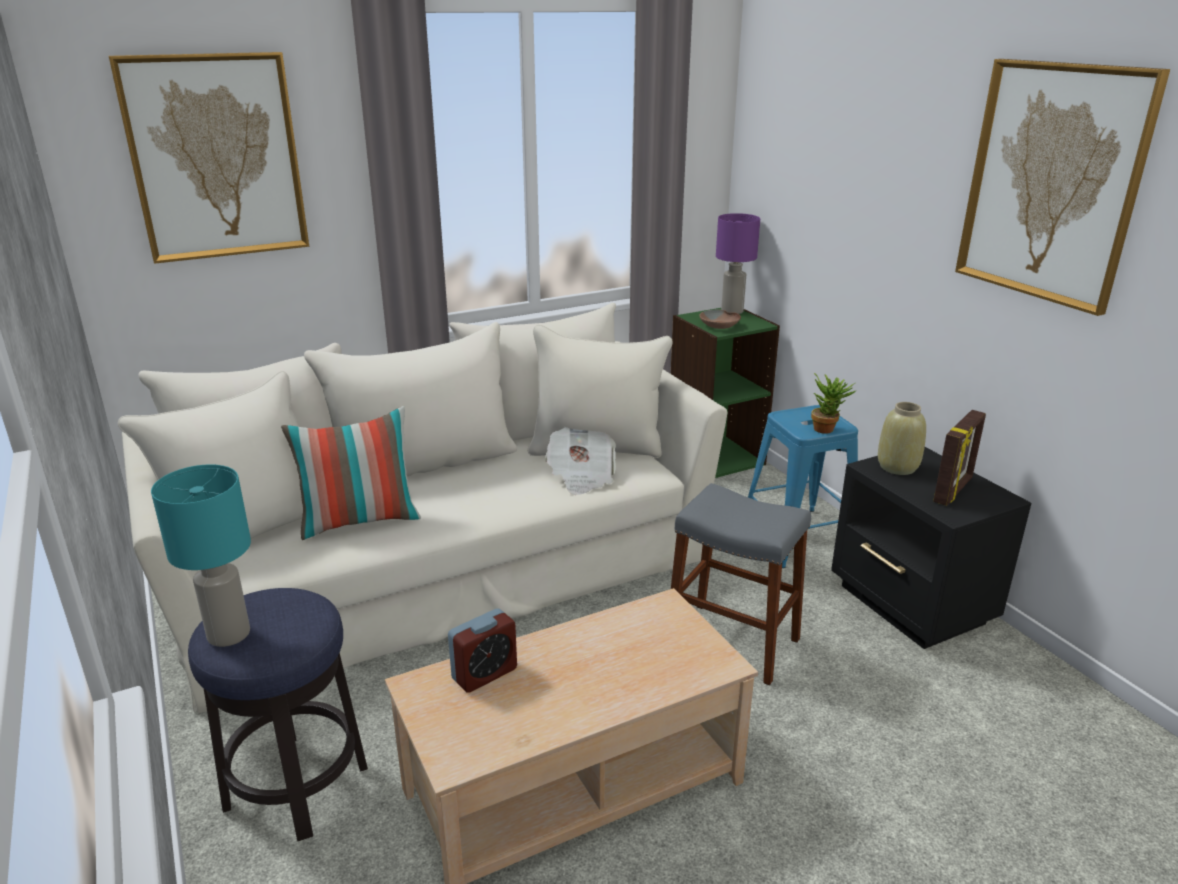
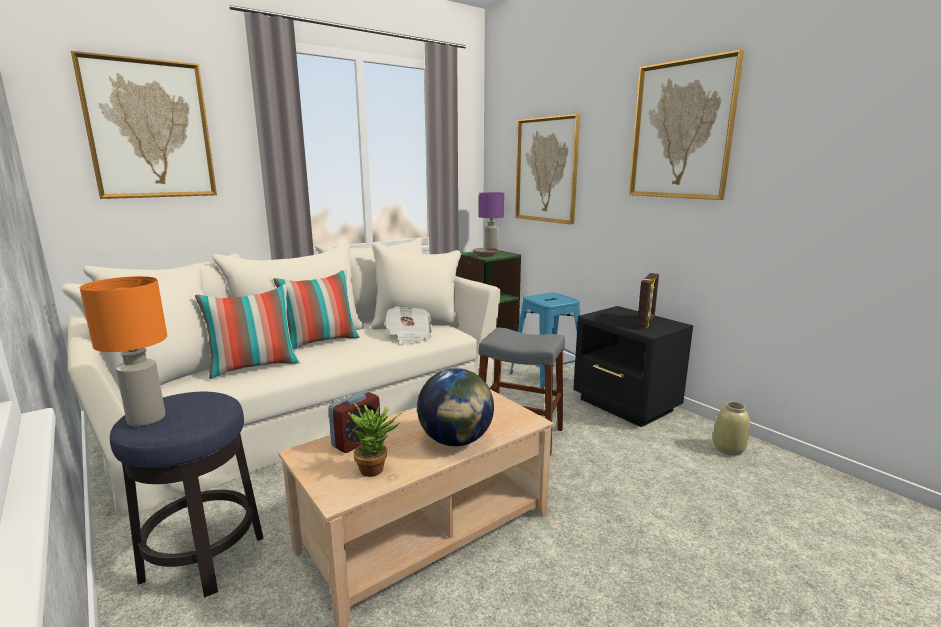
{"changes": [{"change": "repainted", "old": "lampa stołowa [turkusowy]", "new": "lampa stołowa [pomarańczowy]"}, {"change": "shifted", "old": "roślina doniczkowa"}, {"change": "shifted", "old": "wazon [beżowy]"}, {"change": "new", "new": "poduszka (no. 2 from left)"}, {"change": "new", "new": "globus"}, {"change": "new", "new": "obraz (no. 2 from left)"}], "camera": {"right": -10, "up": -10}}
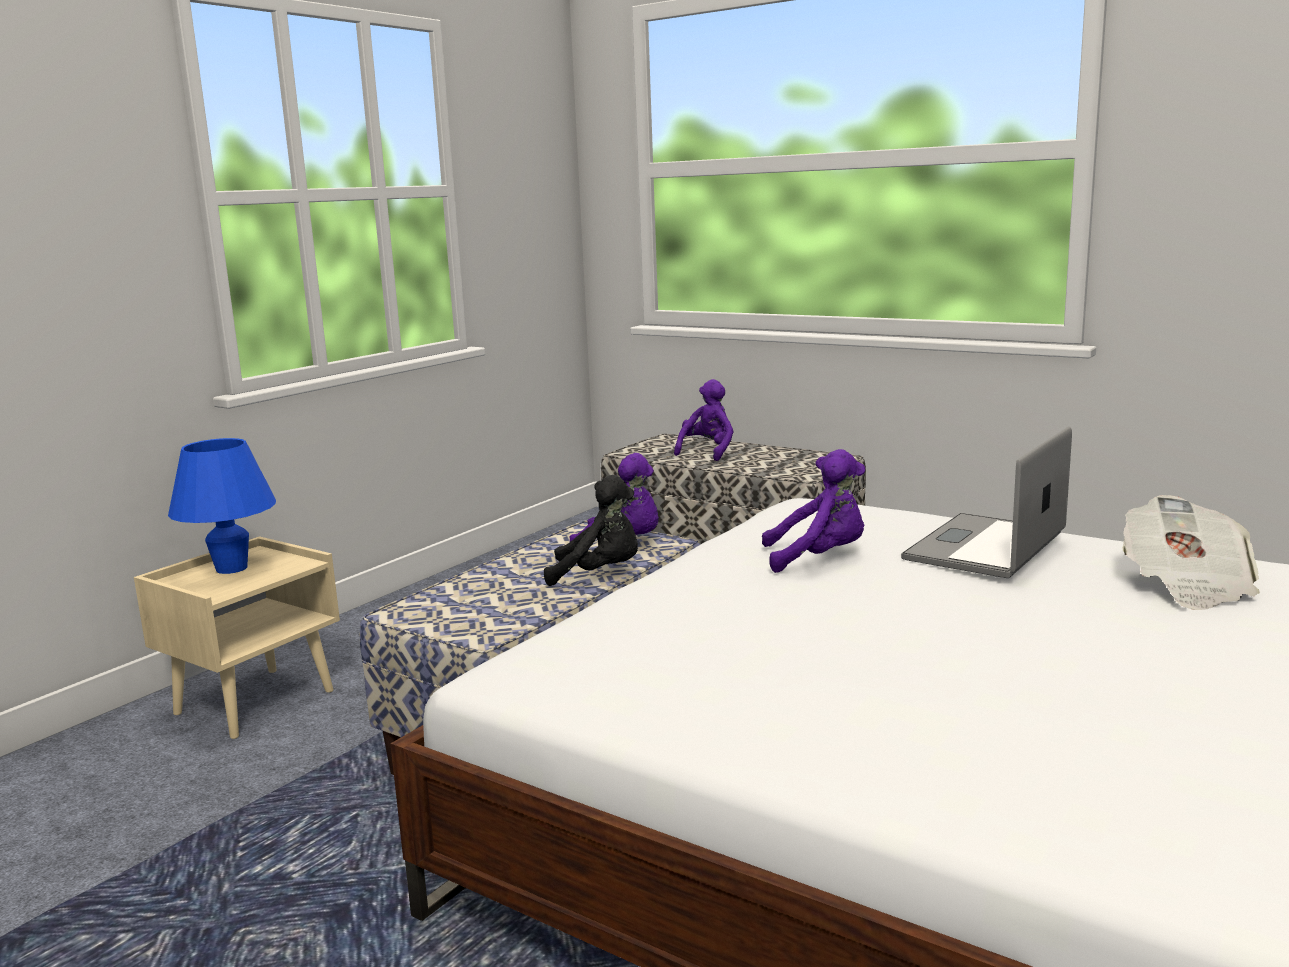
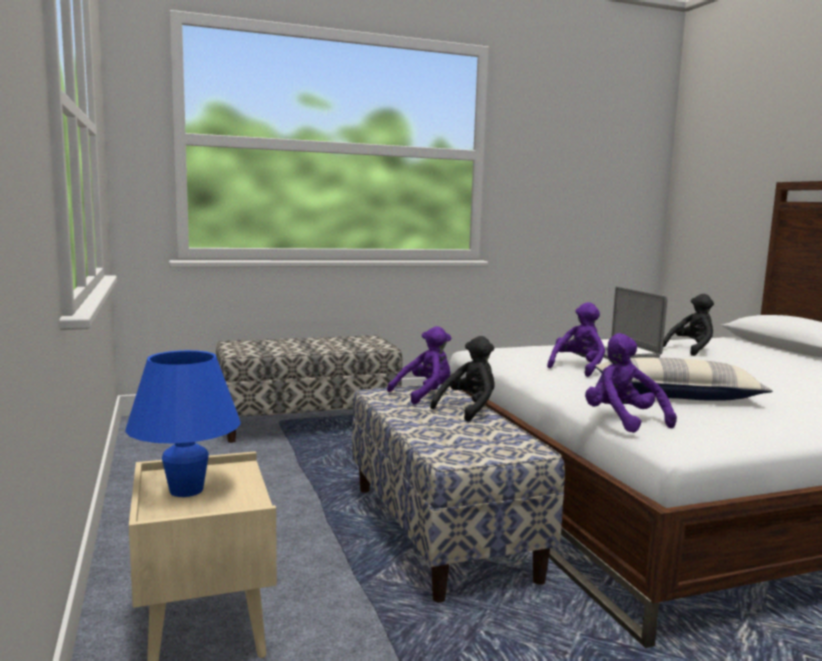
{"changes": [{"change": "shifted", "old": "pluszak [fioletowy] (no. 2 from left in the first image)", "new": "pluszak [fioletowy] (no. 3 from left)"}, {"change": "swapped", "old": "gazeta", "new": "pluszak [czarny] (no. 2 from left)"}, {"change": "new", "new": "poduszka"}], "camera": {"right": -55, "up": -5}}
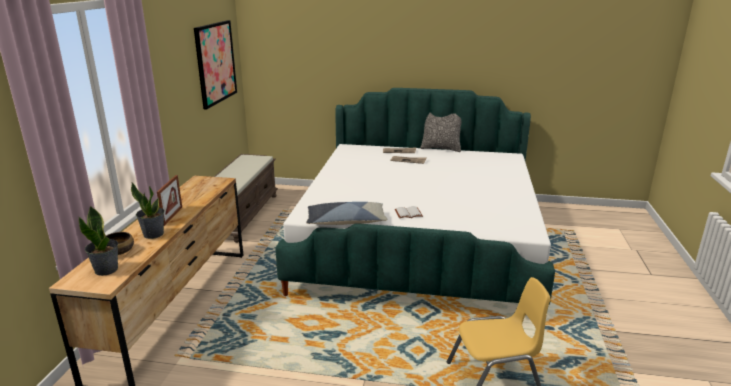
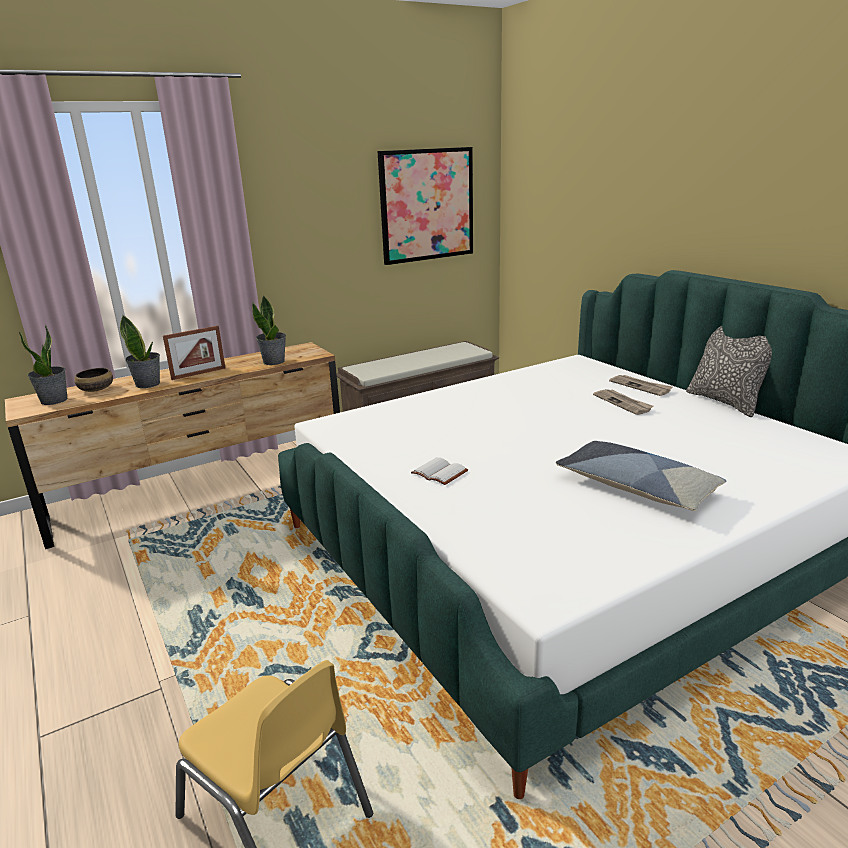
{"changes": [{"change": "shifted", "old": "poduszka (no. 1 from left)"}, {"change": "new", "new": "roślina doniczkowa (no. 3 from left)"}], "camera": {"right": 50, "up": 0}}
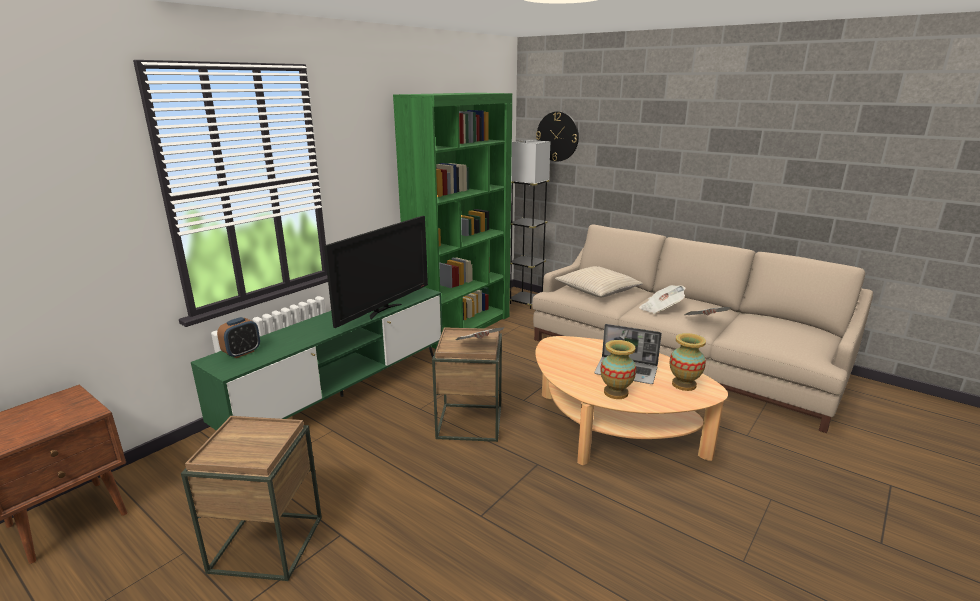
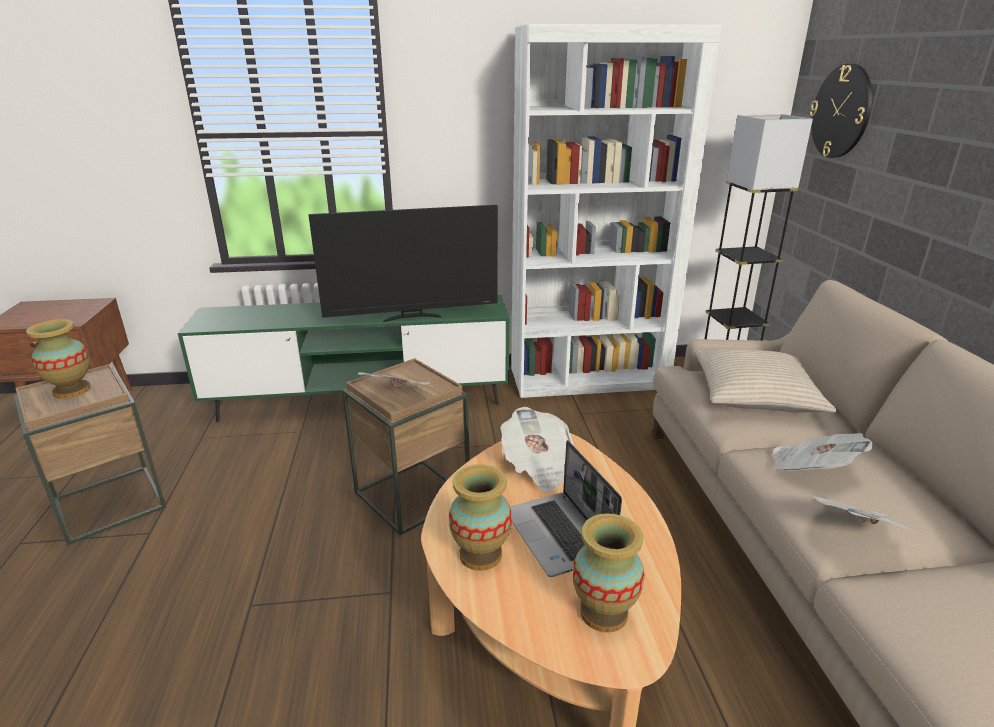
{"changes": [{"change": "gone", "old": "budzik"}, {"change": "repainted", "old": "regał [zielony]", "new": "regał [biały]"}, {"change": "new", "new": "wazon (no. 1 from left)"}, {"change": "new", "new": "gazeta (no. 2 from left)"}], "camera": {"right": 45, "up": 5}}
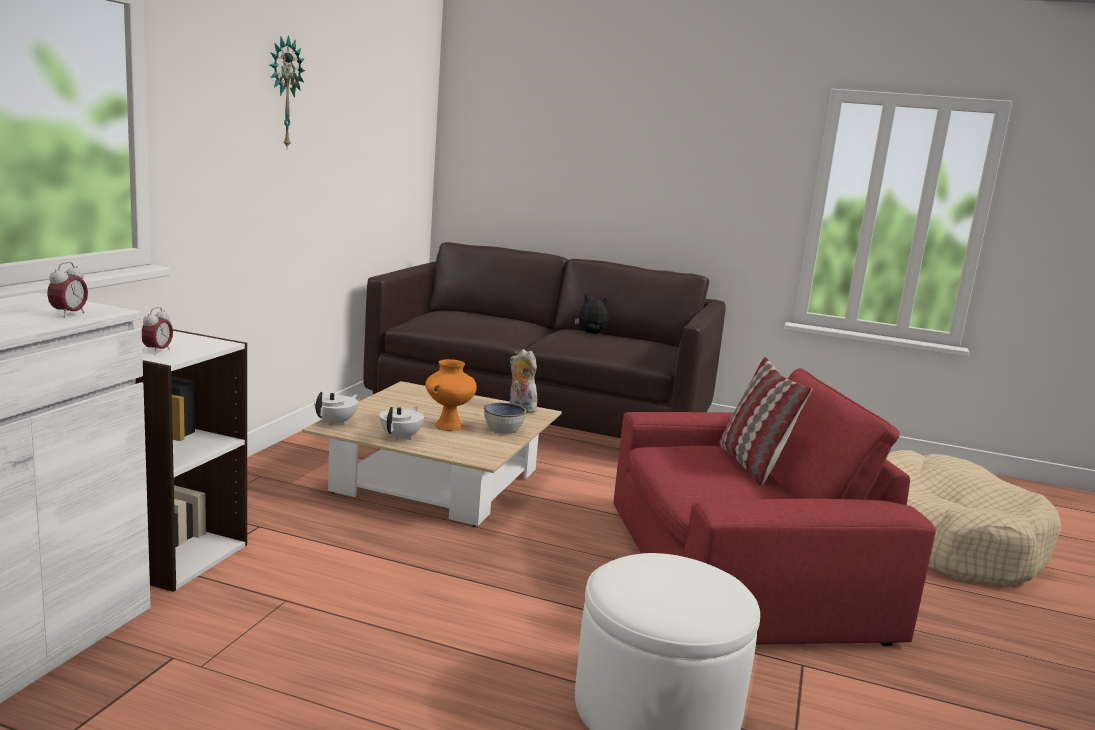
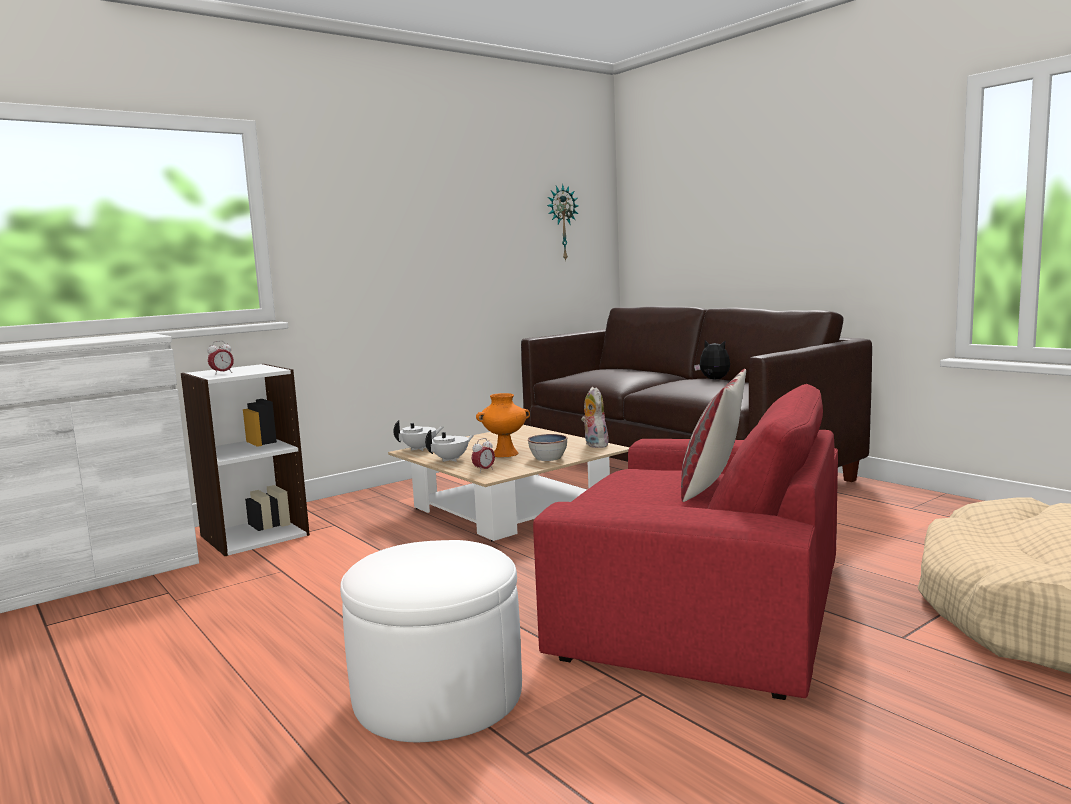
{"changes": [{"change": "shifted", "old": "budzik (no. 1 from left in the first image)", "new": "budzik (no. 2 from left)"}, {"change": "shifted", "old": "zegar ścienny"}], "camera": {"right": 35, "up": -5}}
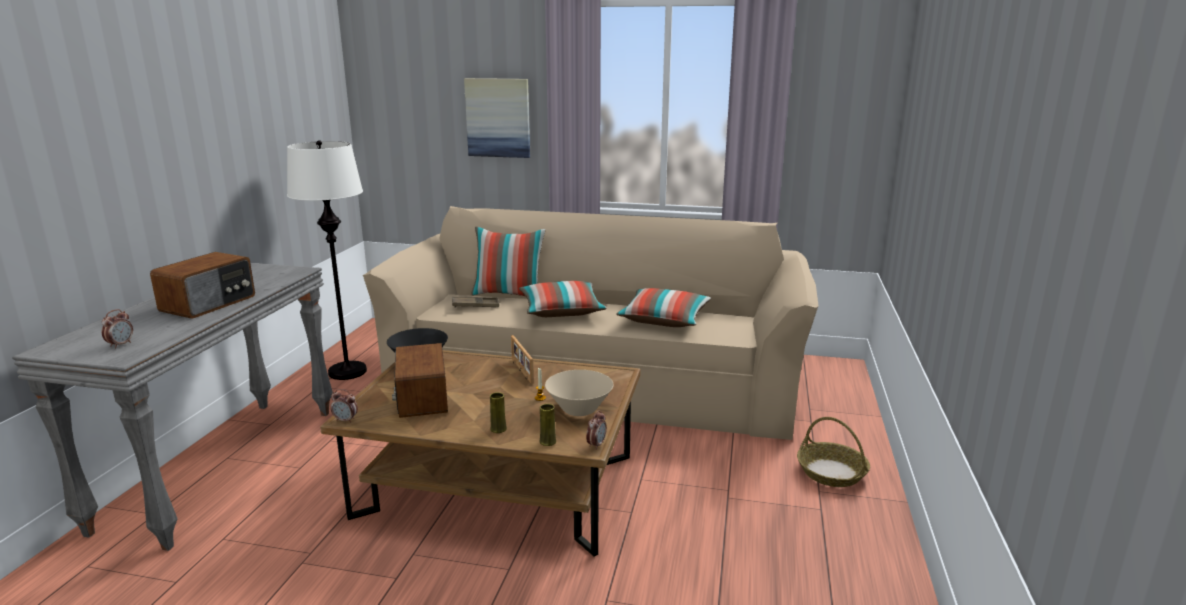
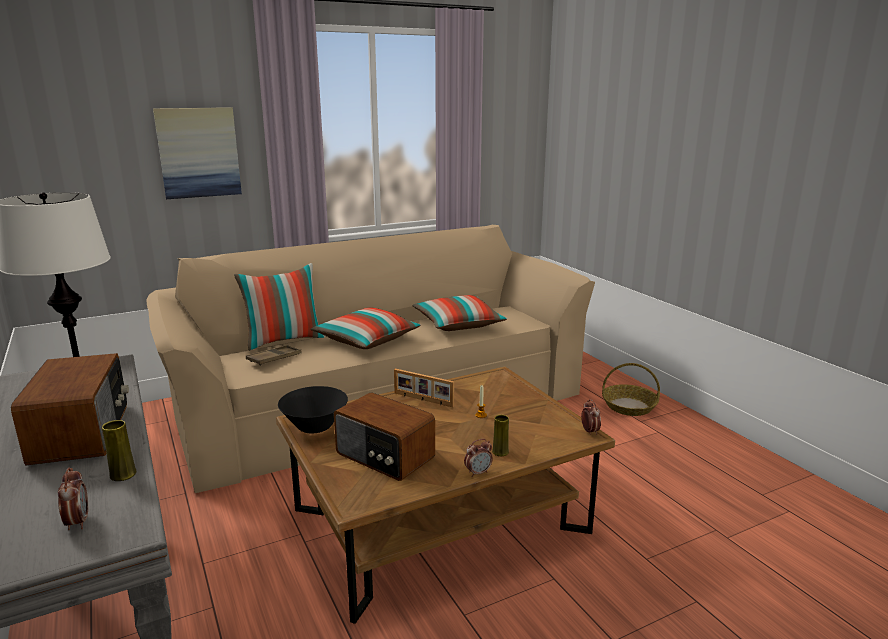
{"changes": [{"change": "shifted", "old": "budzik (no. 2 from left)"}, {"change": "shifted", "old": "wazon [żółty] (no. 2 from left in the first image)", "new": "wazon [żółty] (no. 1 from left)"}, {"change": "gone", "old": "miska [beżowy]"}], "camera": {"right": -40, "up": 0}}
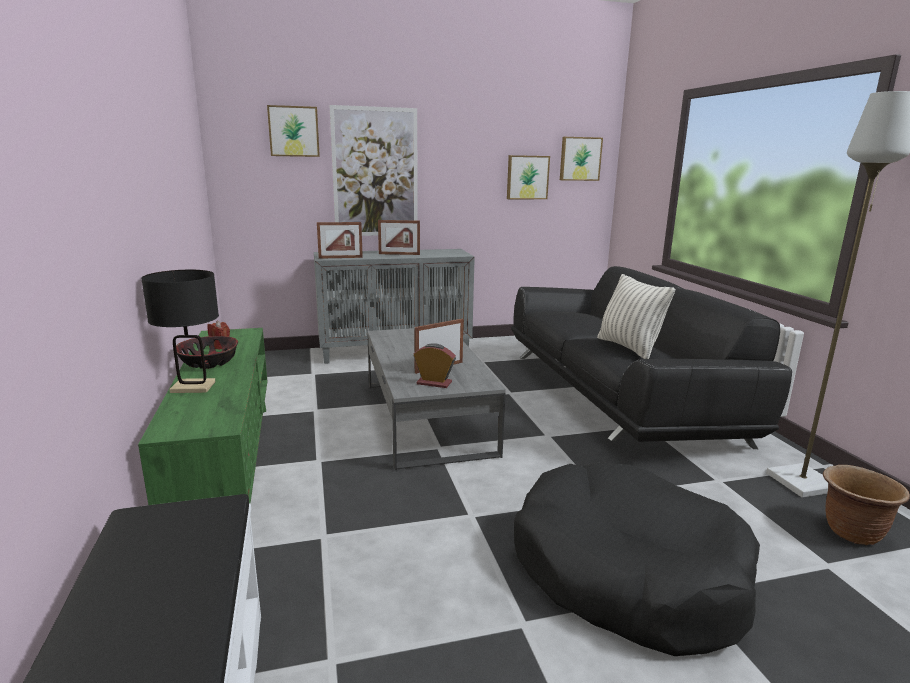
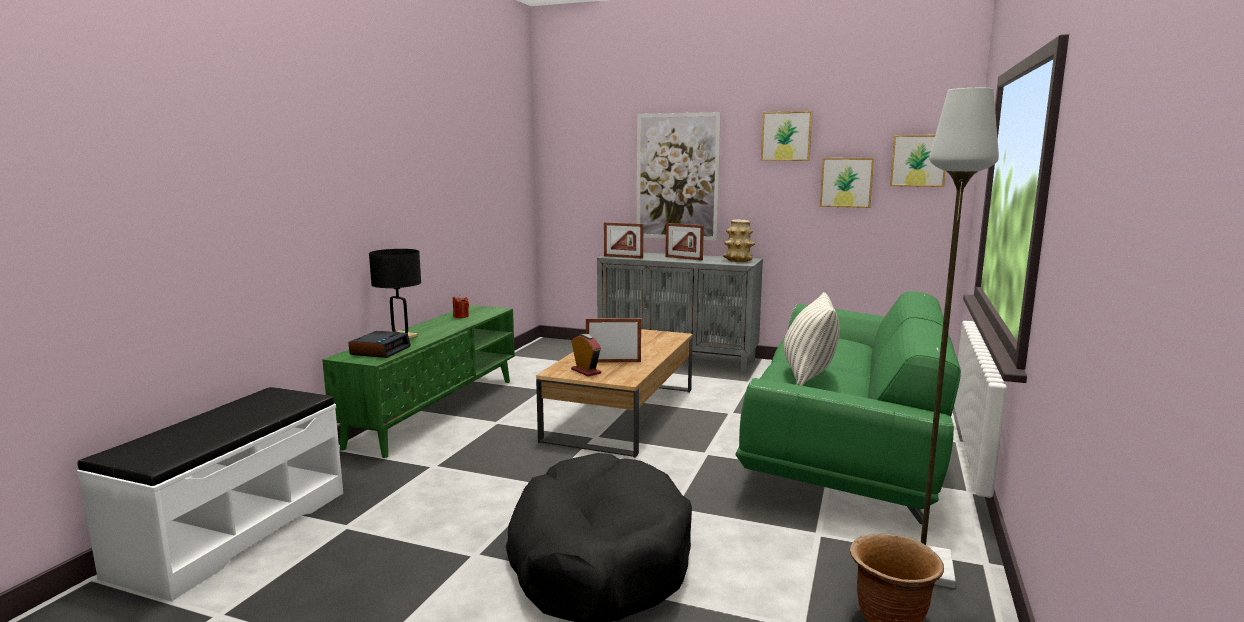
{"changes": [{"change": "gone", "old": "miska"}, {"change": "shifted", "old": "obraz (no. 1 from left in the first image)", "new": "obraz (no. 2 from left)"}, {"change": "repainted", "old": "ława [szary]", "new": "ława [brązowy]"}, {"change": "repainted", "old": "kanapa [czarny]", "new": "kanapa [zielony]"}, {"change": "new", "new": "budzik (no. 1 from left)"}, {"change": "new", "new": "wazon"}], "camera": {"right": 35, "up": -5}}
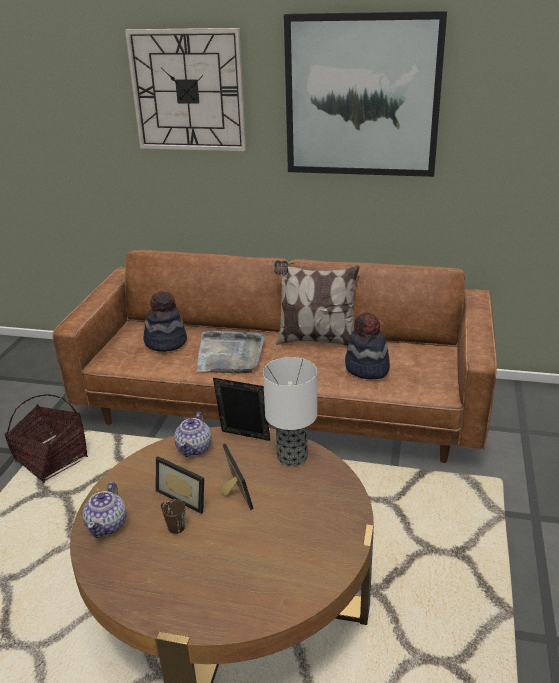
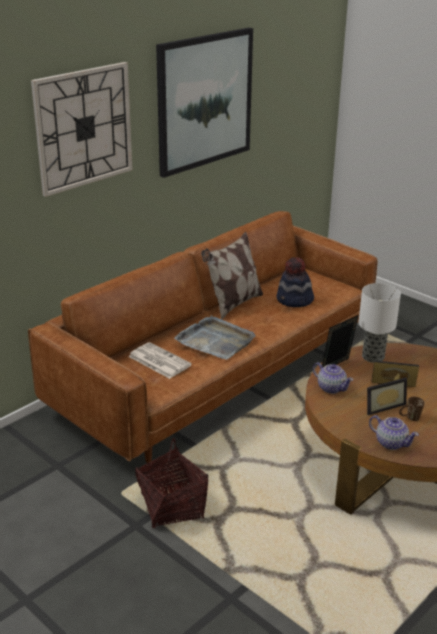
{"changes": [{"change": "swapped", "old": "kapelusz (no. 1 from left)", "new": "gazeta"}], "camera": {"right": -60, "up": 0}}
